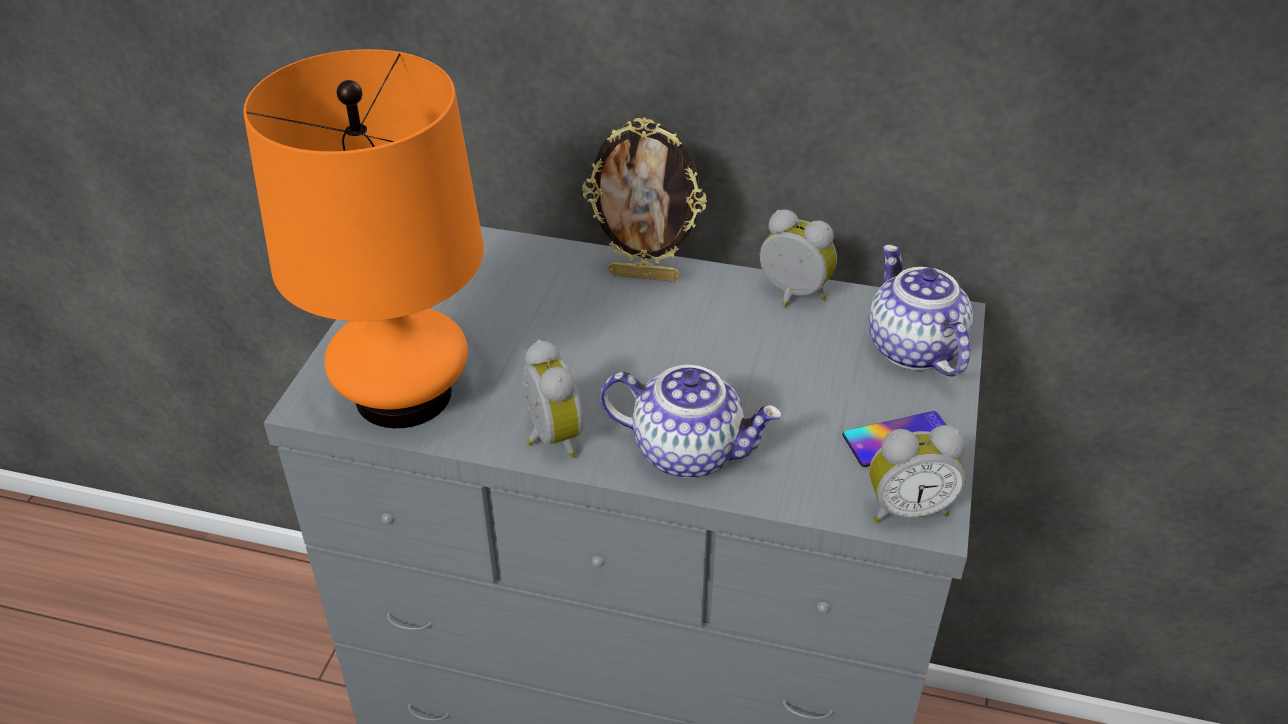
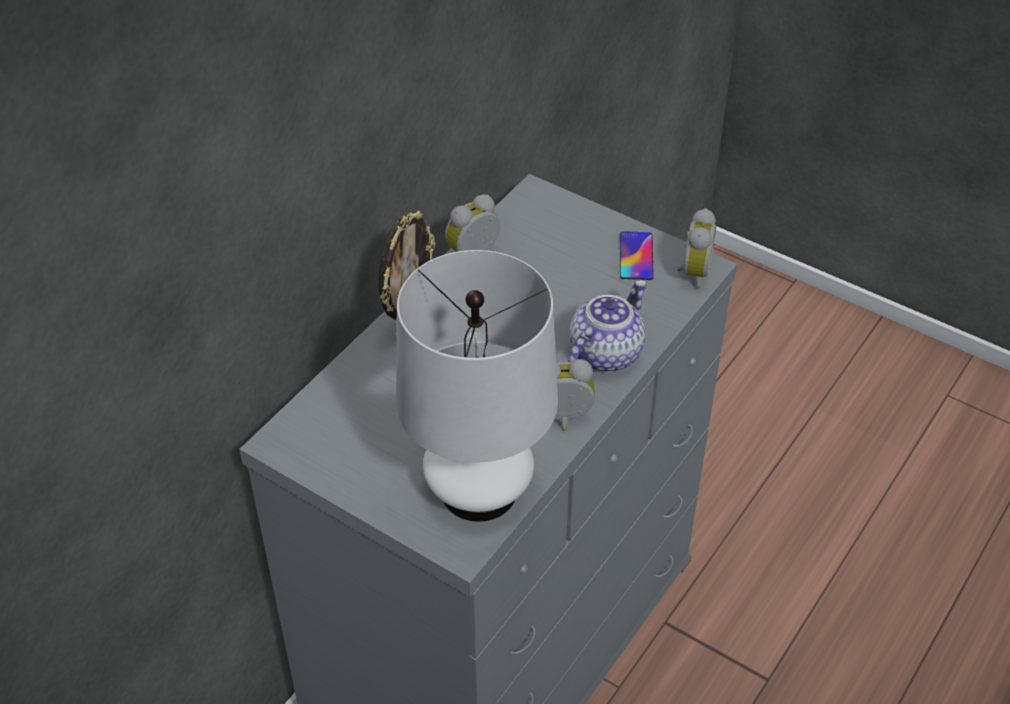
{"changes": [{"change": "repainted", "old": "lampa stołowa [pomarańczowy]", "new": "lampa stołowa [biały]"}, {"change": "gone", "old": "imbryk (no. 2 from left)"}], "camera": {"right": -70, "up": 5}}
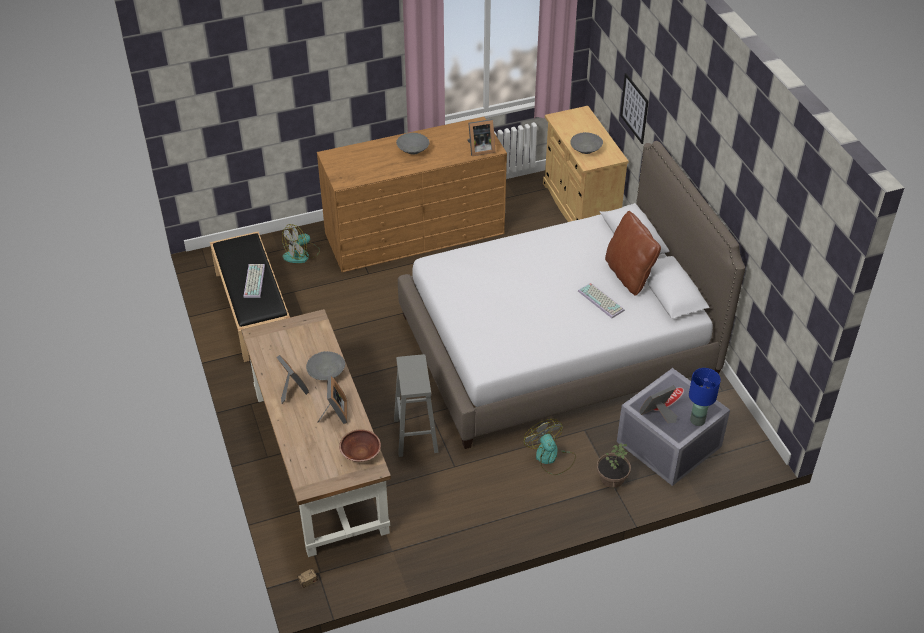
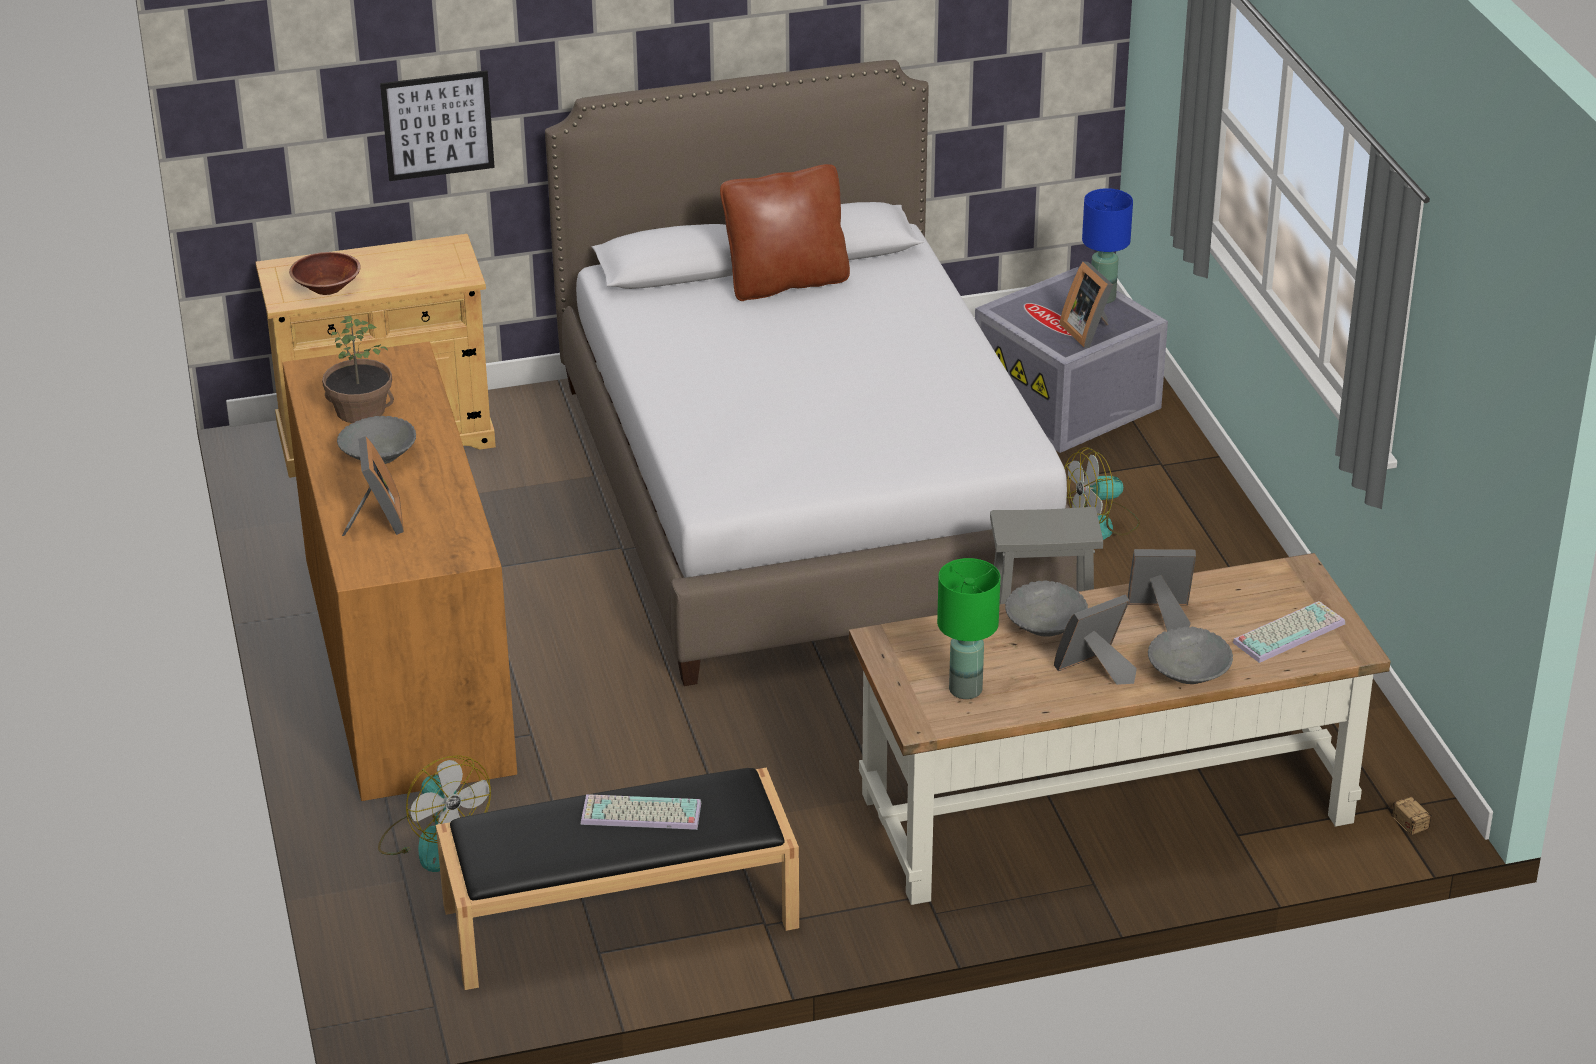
{"changes": [{"change": "shifted", "old": "miska [brązowy]"}, {"change": "shifted", "old": "ramka na zdjęcie (no. 3 from left in the first image)", "new": "ramka na zdjęcie (no. 1 from left)"}, {"change": "shifted", "old": "miska [szary] (no. 3 from left)"}, {"change": "shifted", "old": "klawiatura (no. 2 from left)"}, {"change": "shifted", "old": "roślina doniczkowa"}, {"change": "new", "new": "lampa stołowa [zielony]"}], "camera": {"right": -85, "up": -10}}
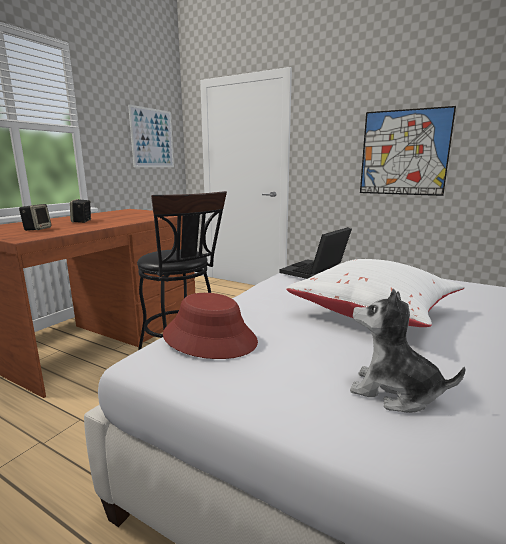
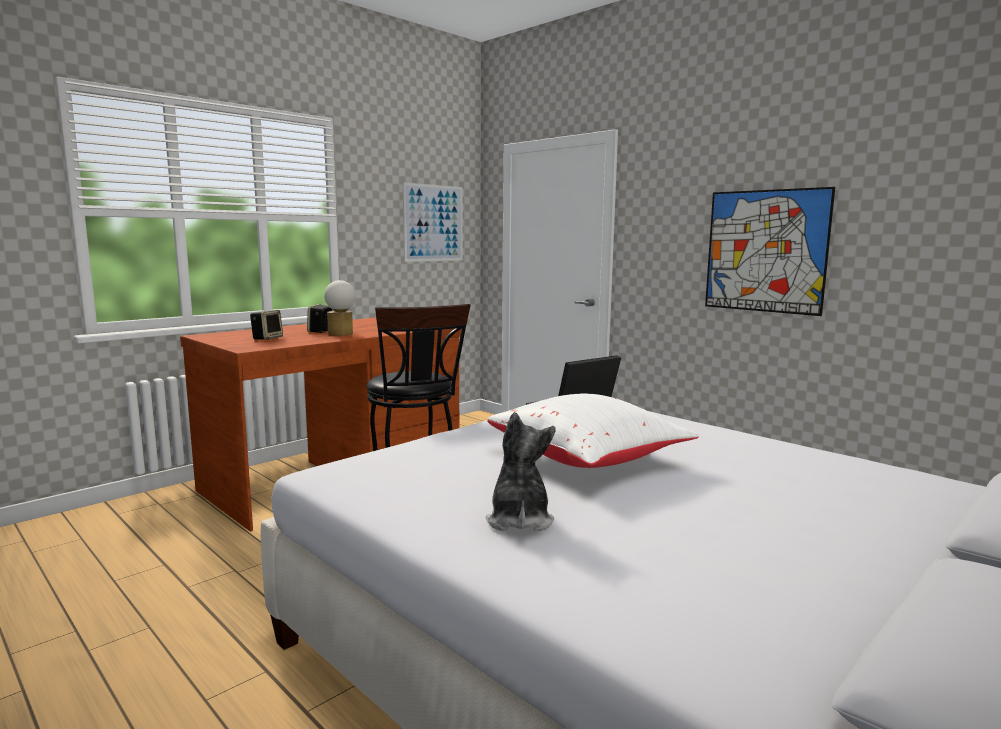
{"changes": [{"change": "gone", "old": "kapelusz [czerwony]"}, {"change": "rotated", "old": "pluszak", "degrees": 45}, {"change": "new", "new": "lampa stołowa"}], "camera": {"right": 15, "up": -5}}
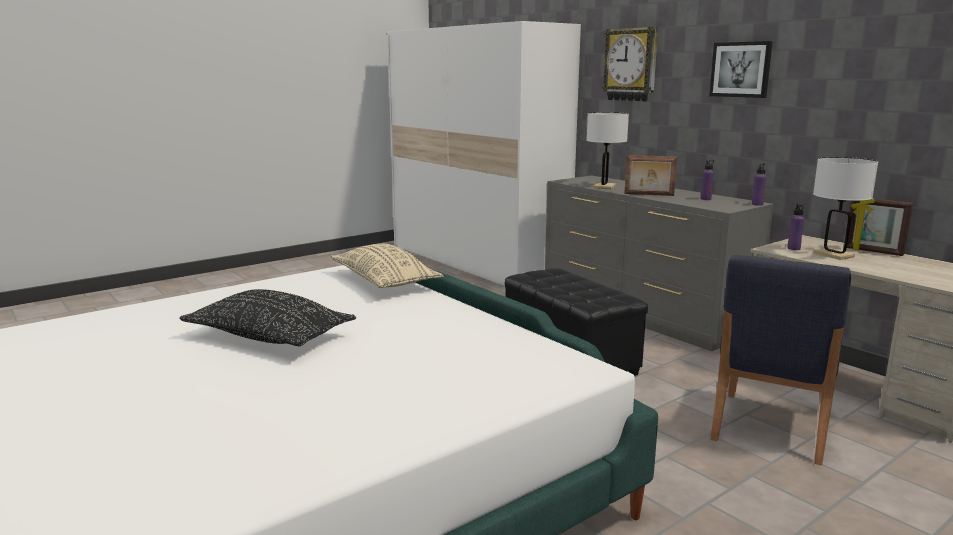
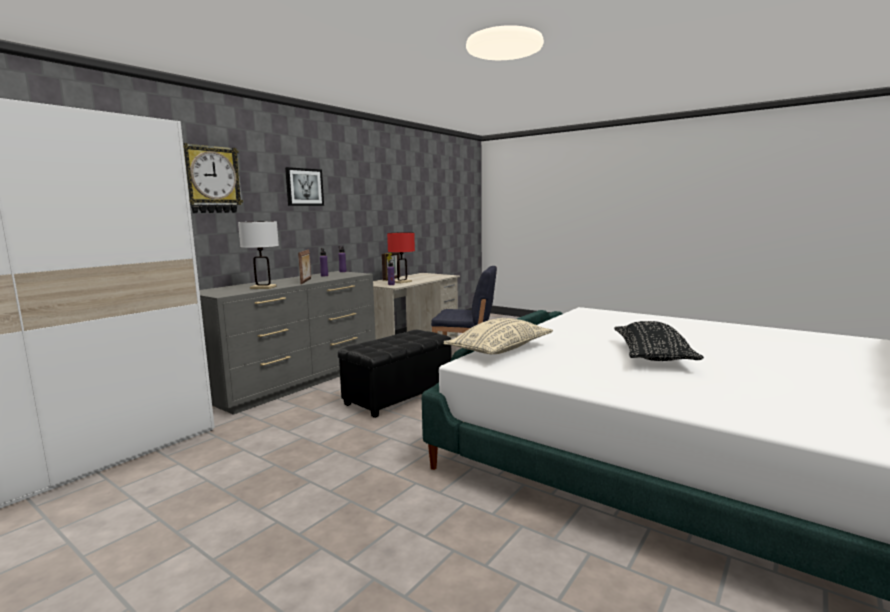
{"changes": [{"change": "repainted", "old": "lampa stołowa [biały] (no. 2 from left)", "new": "lampa stołowa [czerwony]"}], "camera": {"right": -105, "up": -5}}
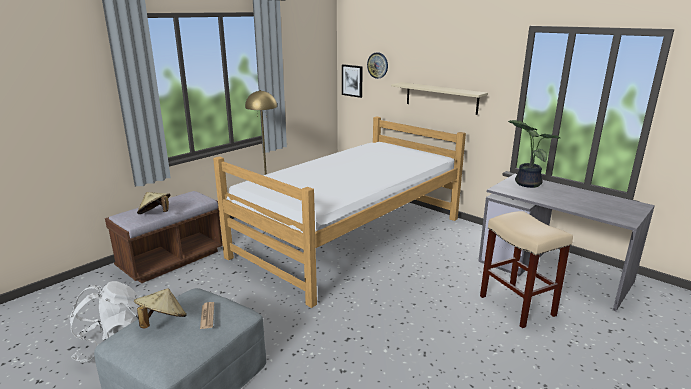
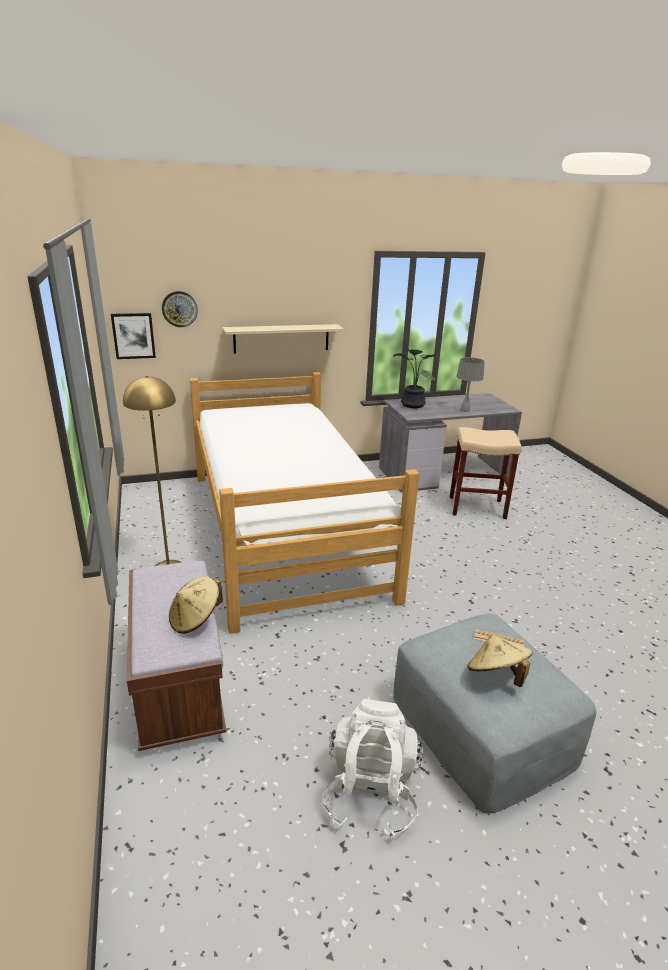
{"changes": [{"change": "new", "new": "lampa stołowa [szary]"}], "camera": {"right": -60, "up": 5}}
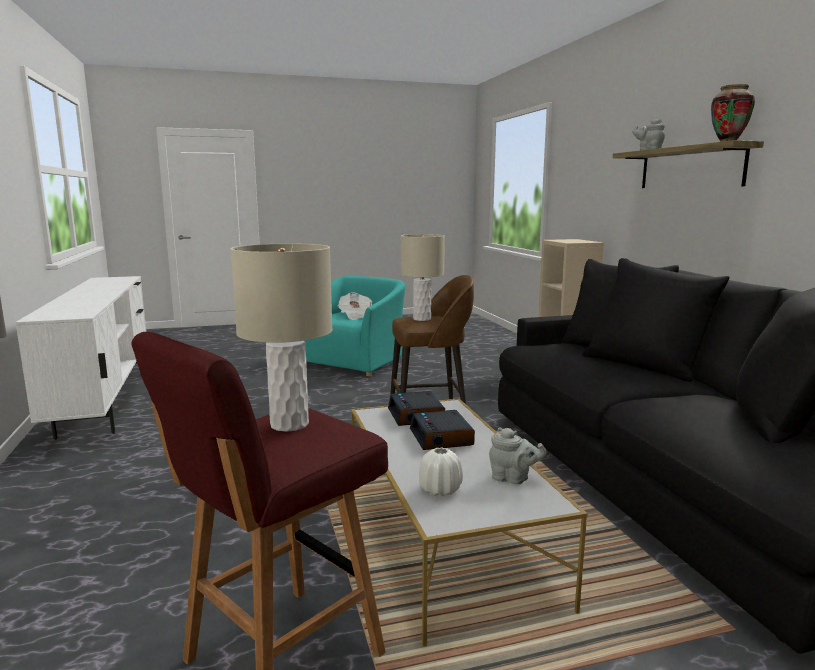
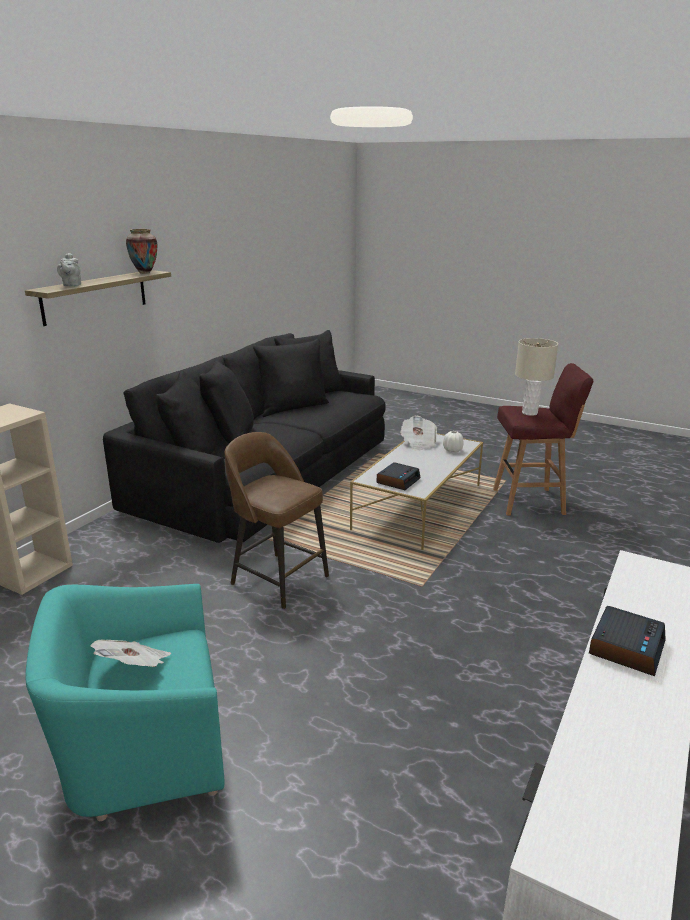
{"changes": [{"change": "gone", "old": "lampa stołowa [beżowy] (no. 2 from left)"}, {"change": "shifted", "old": "budzik (no. 2 from left)"}, {"change": "swapped", "old": "imbryk [szary] (no. 1 from left)", "new": "gazeta (no. 2 from left)"}], "camera": {"right": -135, "up": 10}}
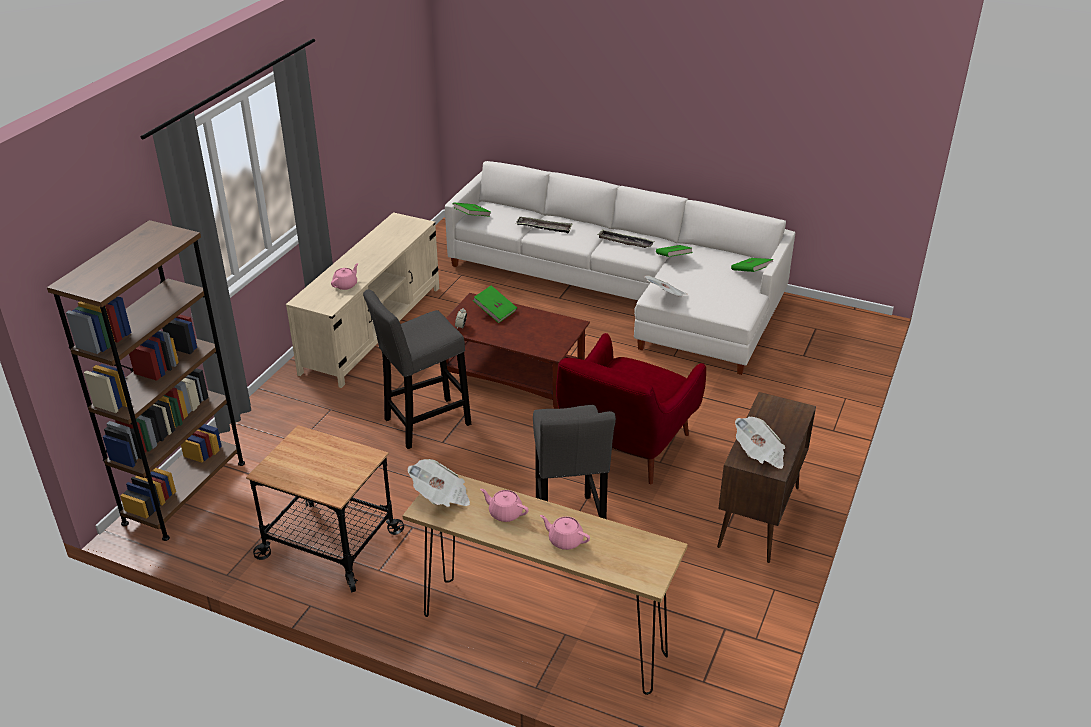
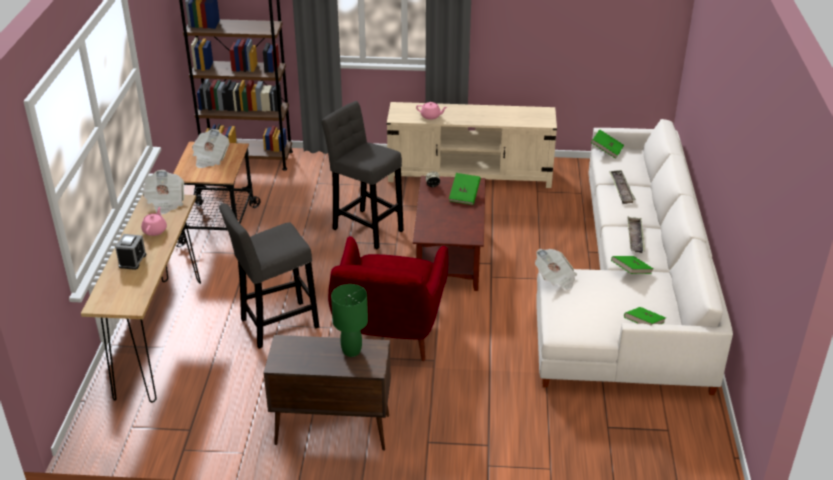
{"changes": [{"change": "swapped", "old": "imbryk [różowy] (no. 3 from left)", "new": "budzik (no. 1 from left)"}, {"change": "rotated", "old": "fotel [czerwony]", "degrees": -90}, {"change": "shifted", "old": "gazeta (no. 3 from left in the first image)", "new": "gazeta (no. 2 from left)"}, {"change": "new", "new": "lampa stołowa [zielony]"}], "camera": {"right": 70, "up": 0}}
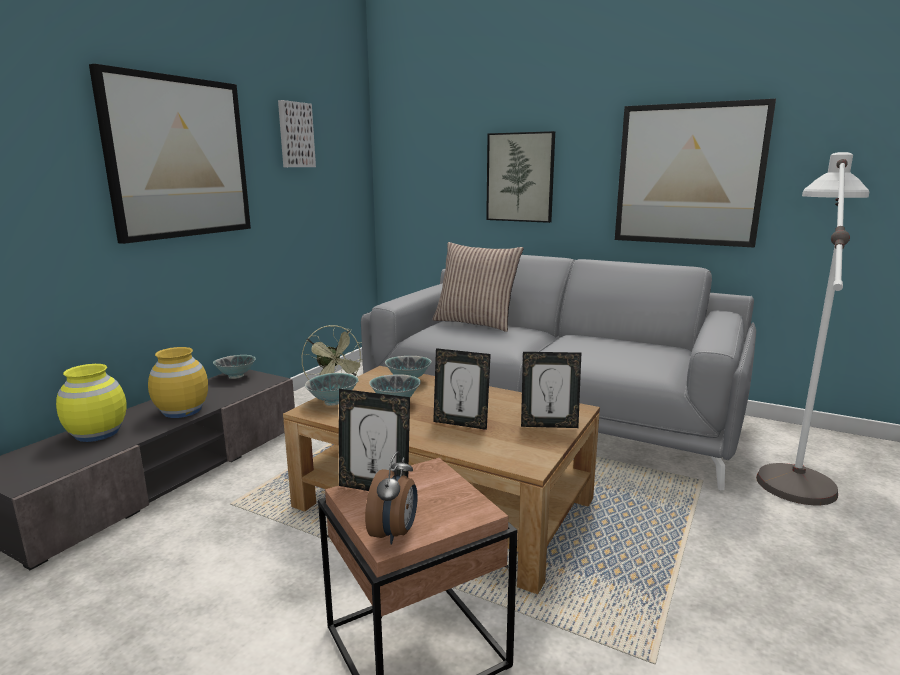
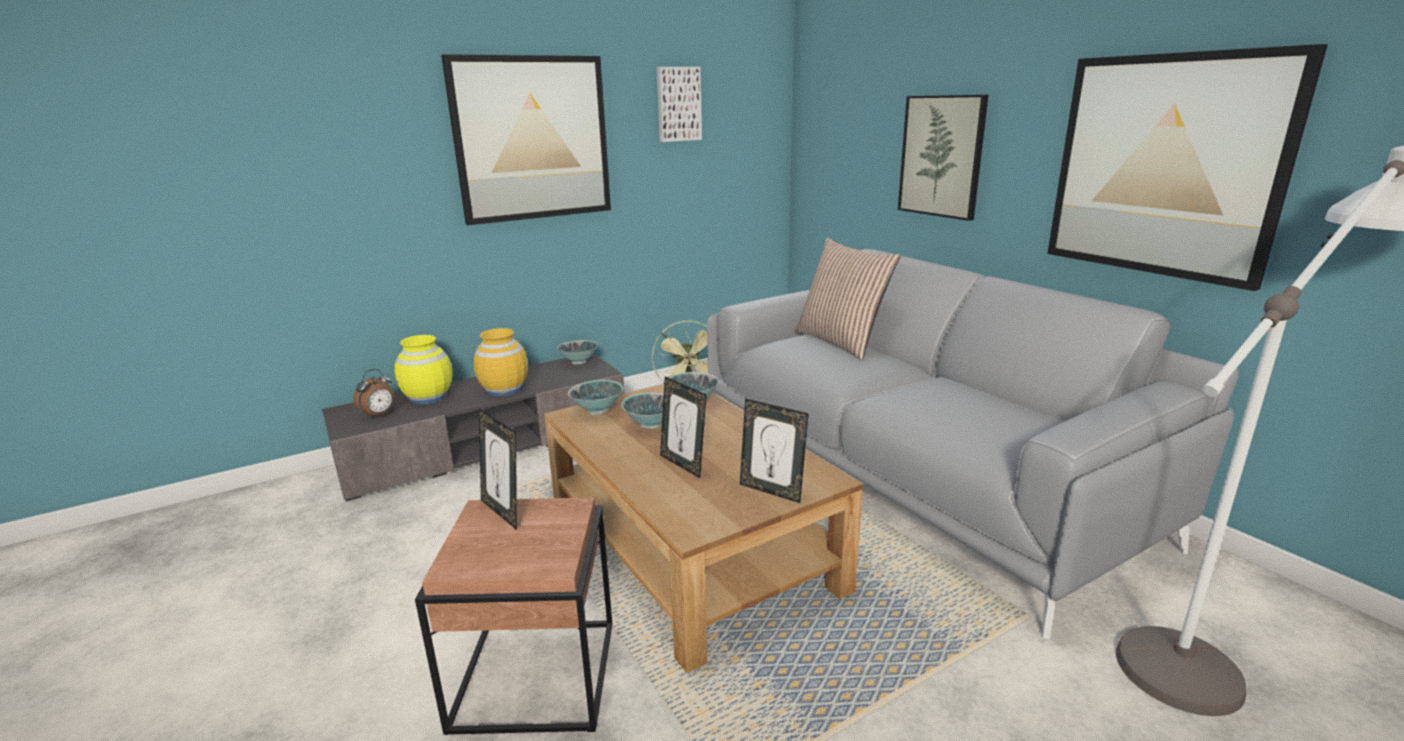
{"changes": [{"change": "shifted", "old": "budzik"}], "camera": {"right": 30, "up": 5}}
